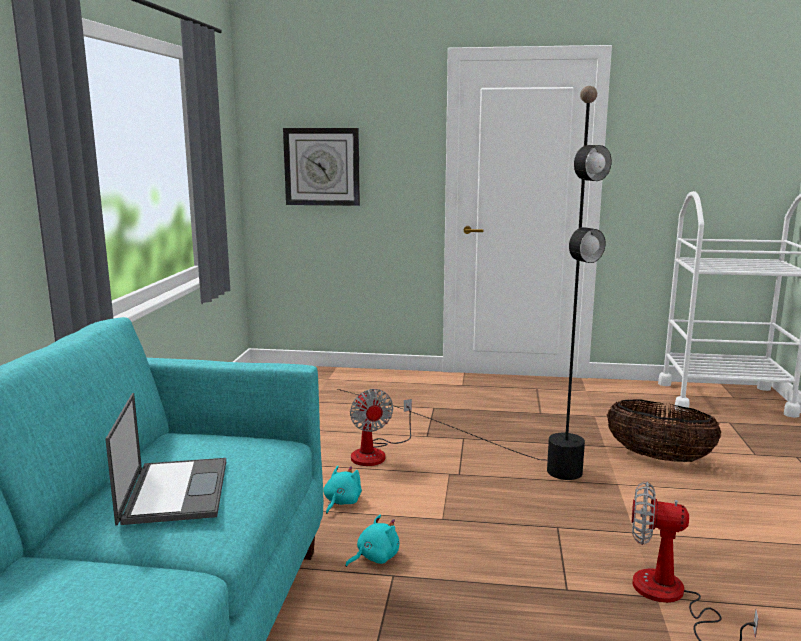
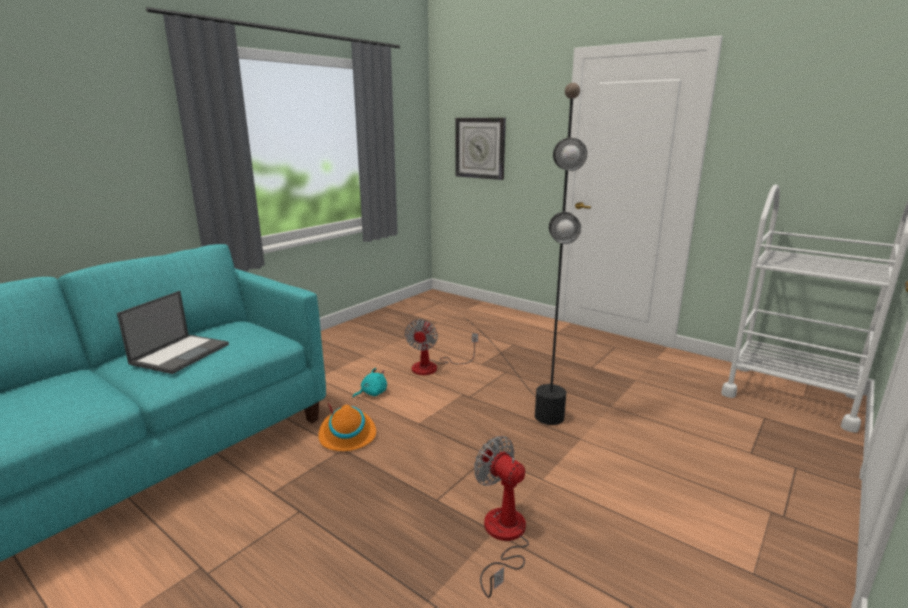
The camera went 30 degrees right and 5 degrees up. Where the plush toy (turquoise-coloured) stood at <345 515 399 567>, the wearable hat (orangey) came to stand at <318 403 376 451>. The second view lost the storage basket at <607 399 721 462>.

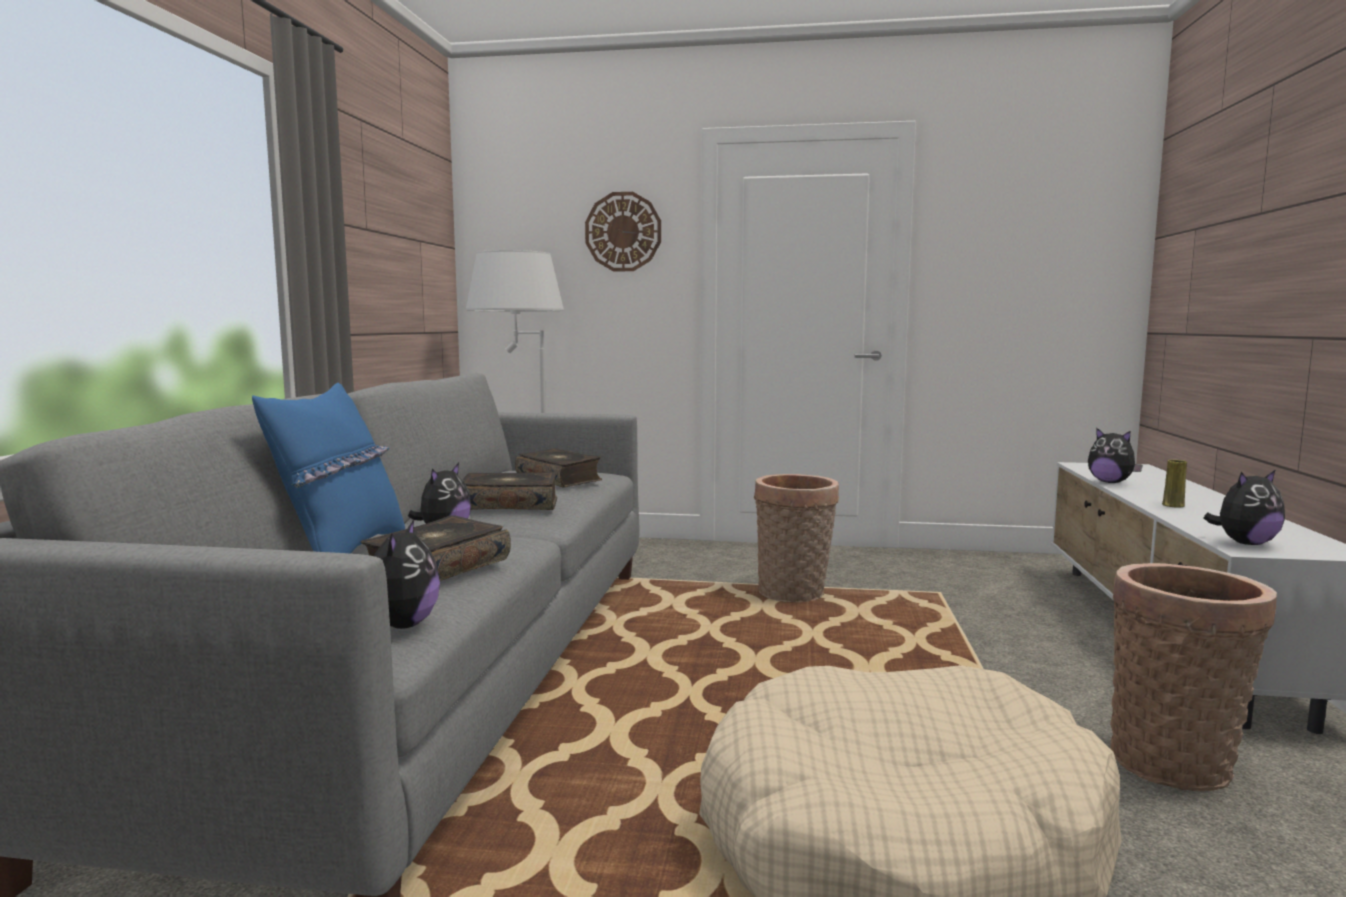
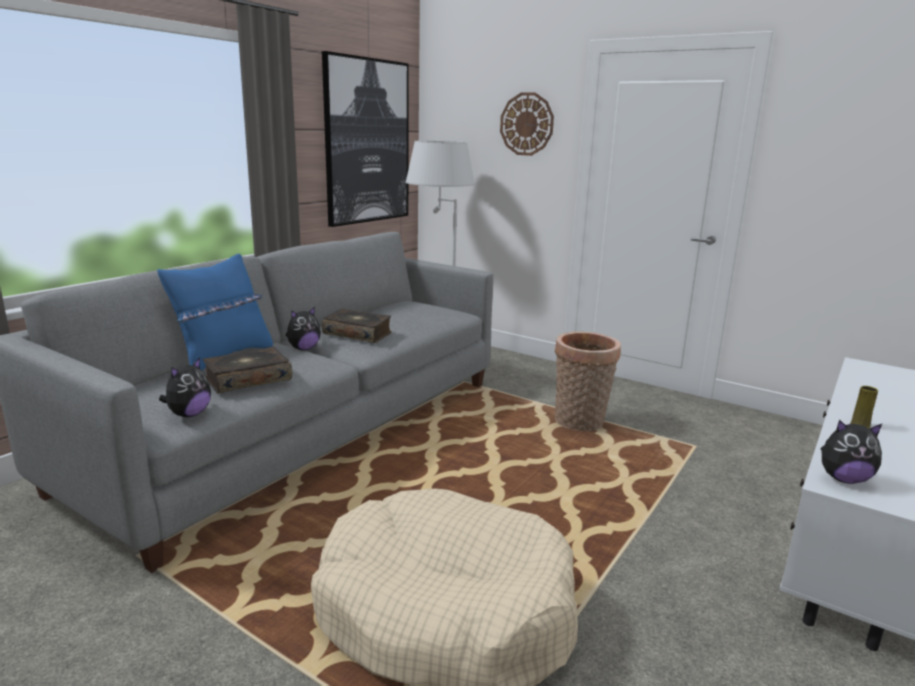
The camera went 25 degrees right and 10 degrees up. The second view lost the book at <515 448 602 487>. The second view lost the plush toy at <1088 428 1143 483>. The second view lost the storage basket at <1110 563 1277 791>. The second view gained the picture at <322 51 409 227>.

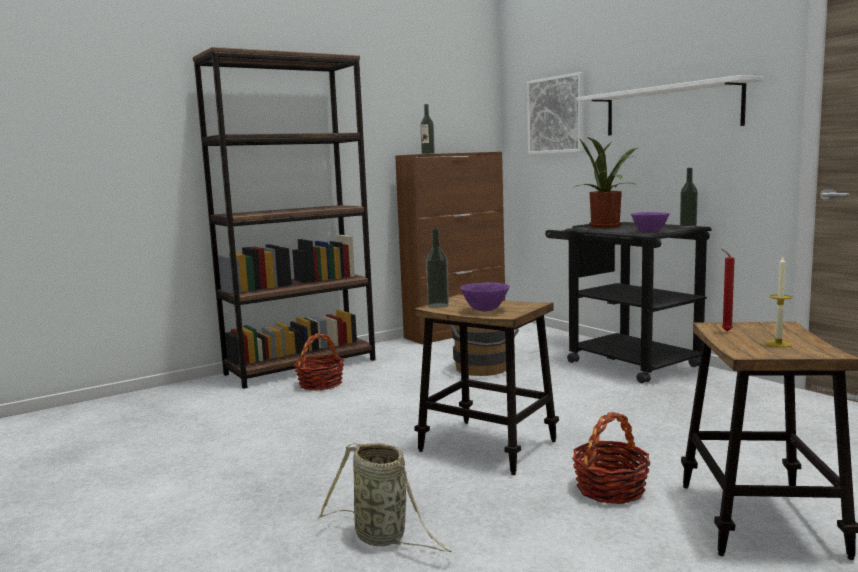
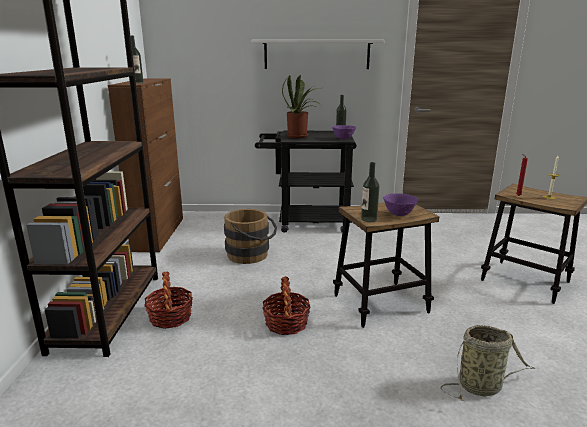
The camera went 55 degrees left and 10 degrees up. The second view lost the picture at <527 72 584 154>. The storage basket ended up elsewhere, having gone from <572 412 651 504> to <263 276 311 335>.

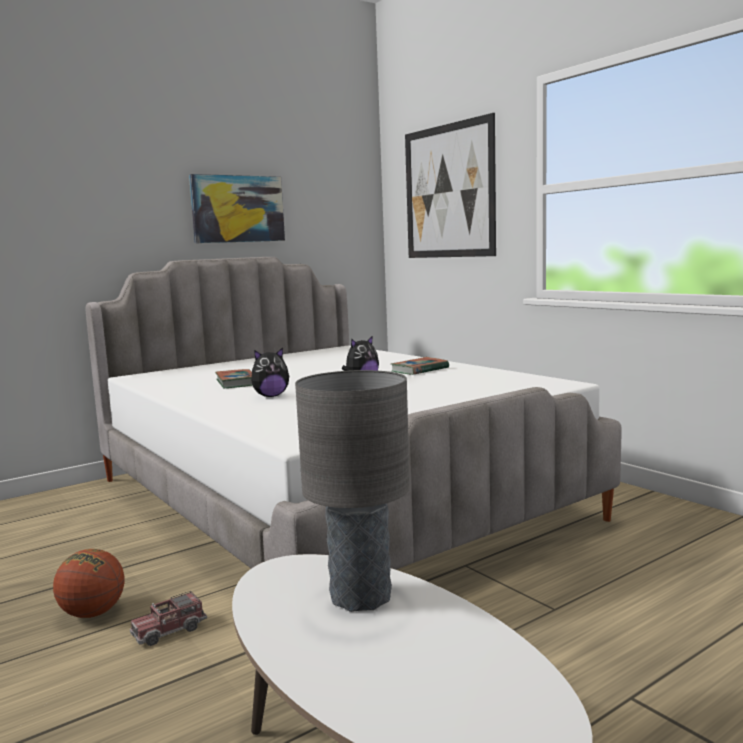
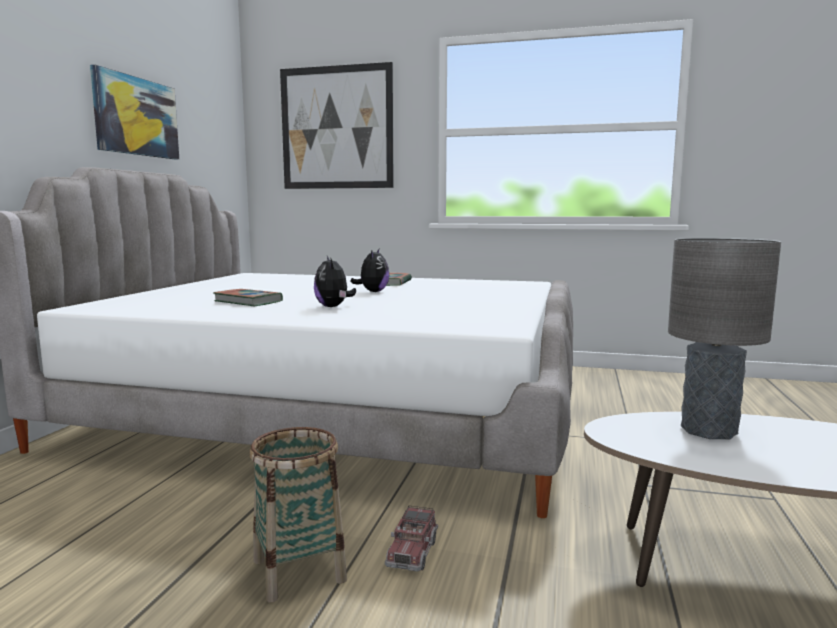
The camera went 40 degrees left and 0 degrees up. Where the basketball stood at <53 549 125 618>, the storage basket came to stand at <250 427 347 602>. The plush toy at <251 348 289 397> ended up facing another way, 135 degrees clockwise from before.

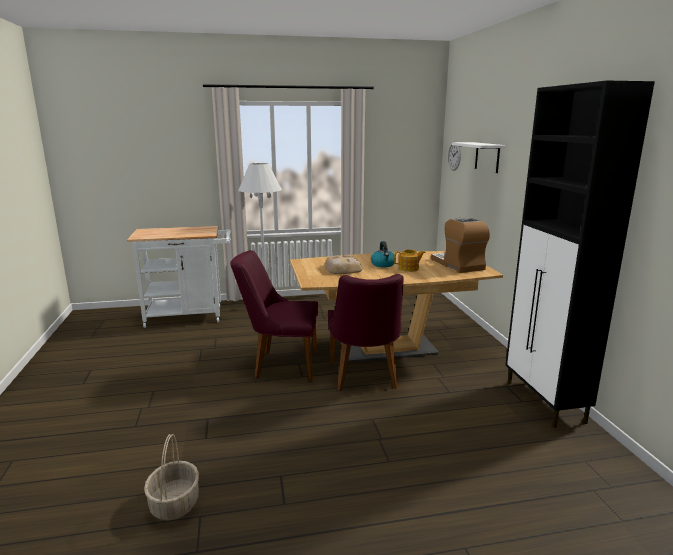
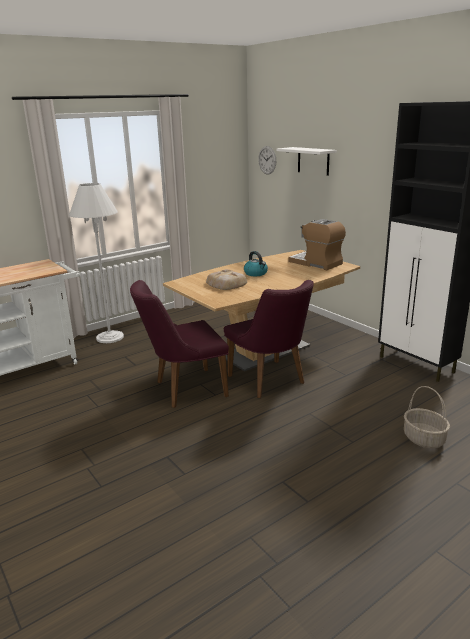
The camera went 25 degrees left and 5 degrees up. The storage basket ended up elsewhere, having gone from <144 434 199 521> to <404 386 450 448>. The second view lost the tea pot at <394 250 425 272>.

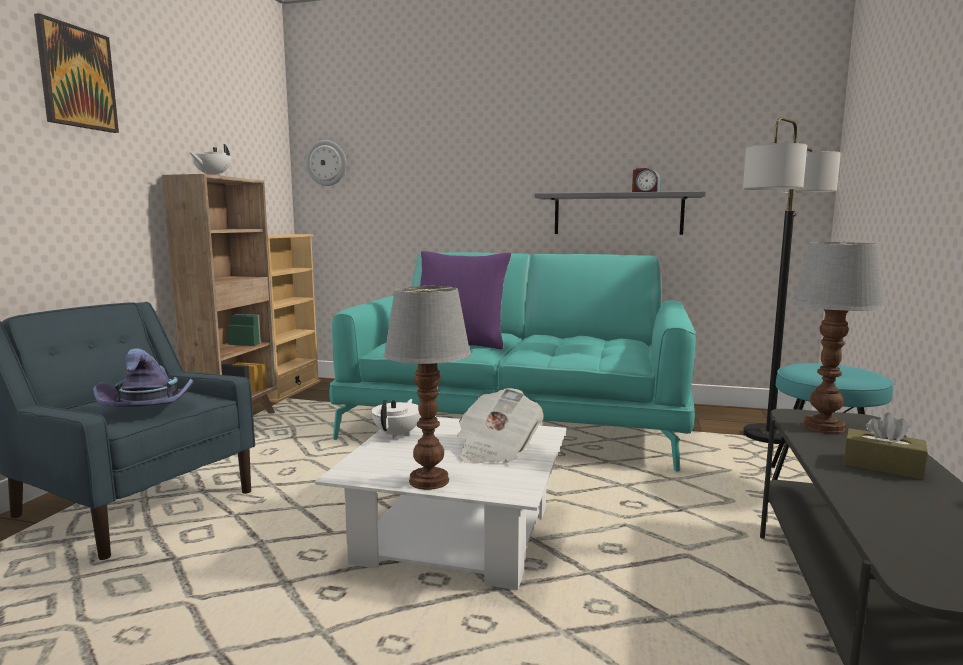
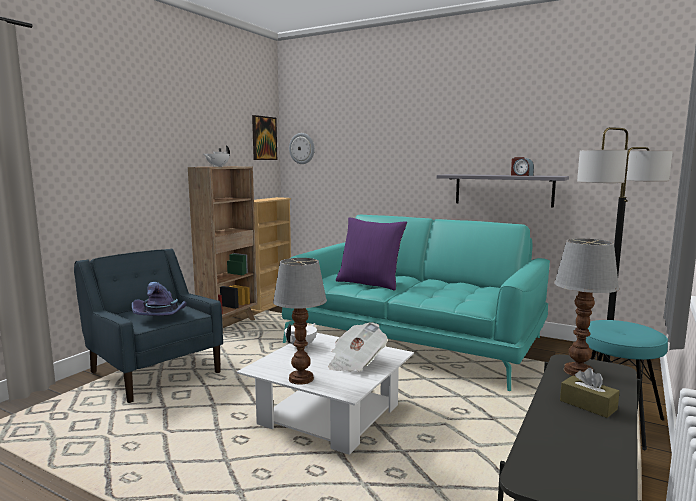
The camera went 15 degrees right and 0 degrees up. The picture ended up elsewhere, having gone from <34 13 119 133> to <252 115 277 160>.

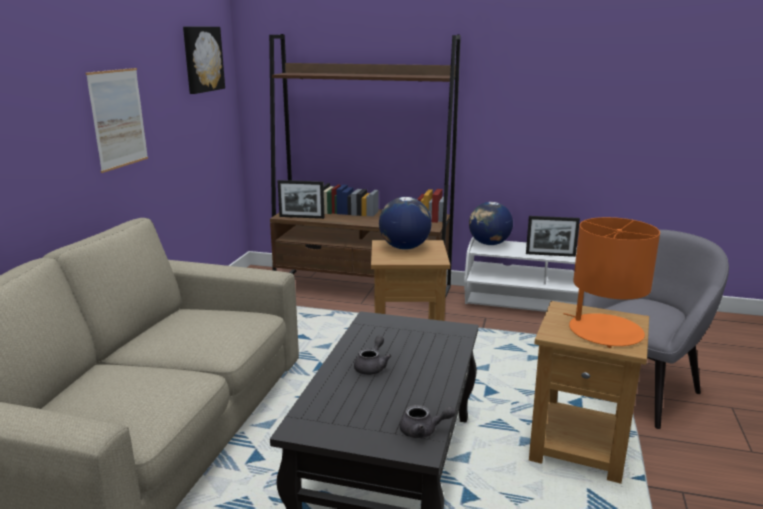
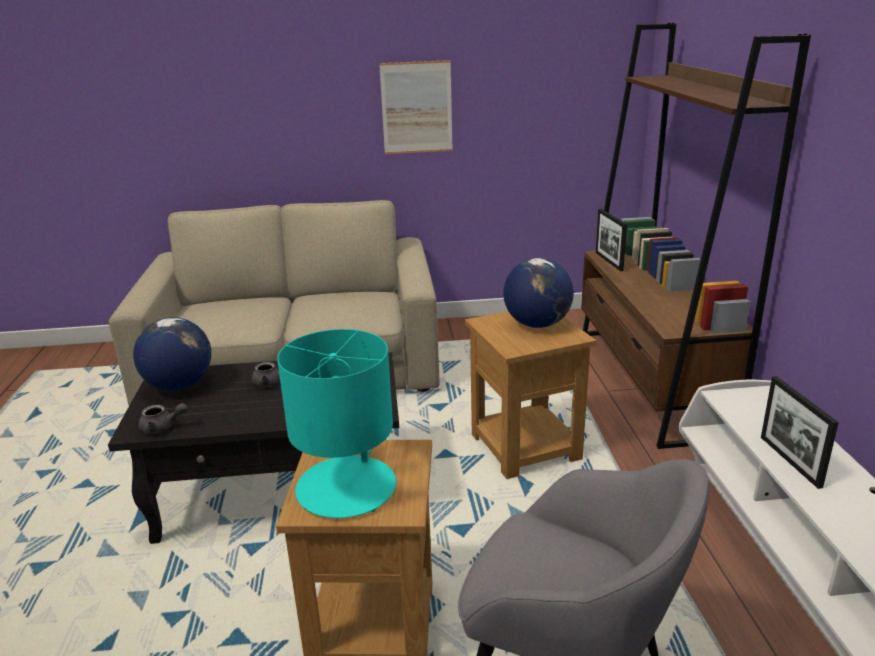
The camera went 70 degrees right and 5 degrees up. The second view lost the picture at <183 27 225 94>. The tea pot (gray) at <400 405 455 438> ended up facing another way, 75 degrees counterclockwise from before. The world globe ended up elsewhere, having gone from <469 202 513 245> to <133 317 211 391>. What was the lamp for a table (orangey) at <564 217 660 348> turned into the lamp for a table (turquoise-coloured) at <277 329 396 518>.

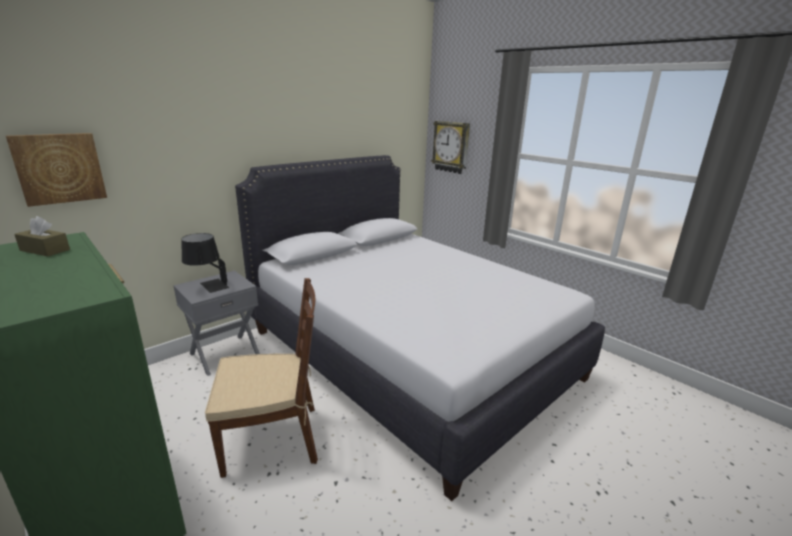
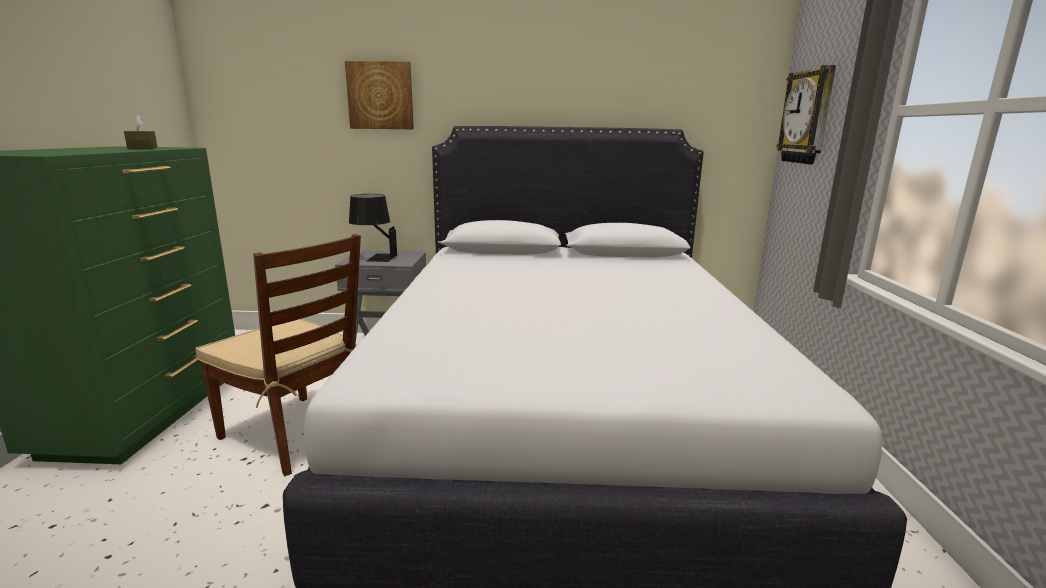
The camera went 45 degrees right and 5 degrees down. The picture ended up elsewhere, having gone from <6 133 107 207> to <345 61 414 129>.

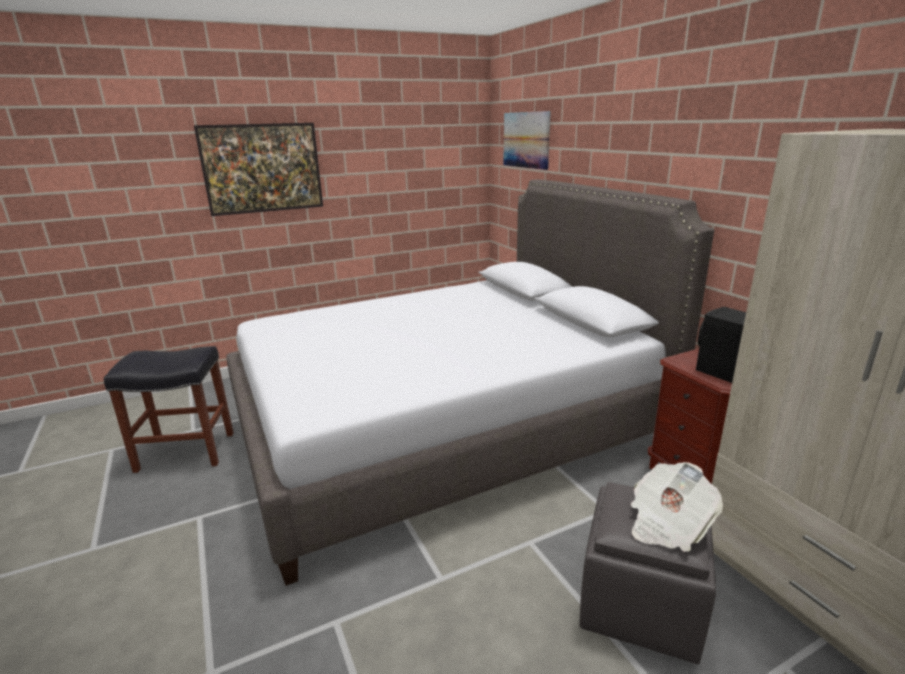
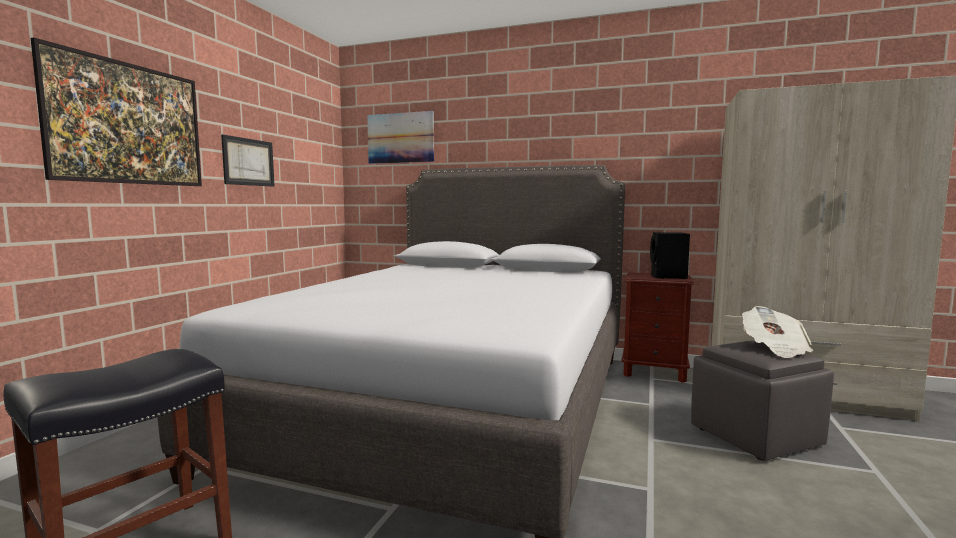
The camera went 45 degrees left and 15 degrees down. The second view gained the picture at <221 135 274 187>.

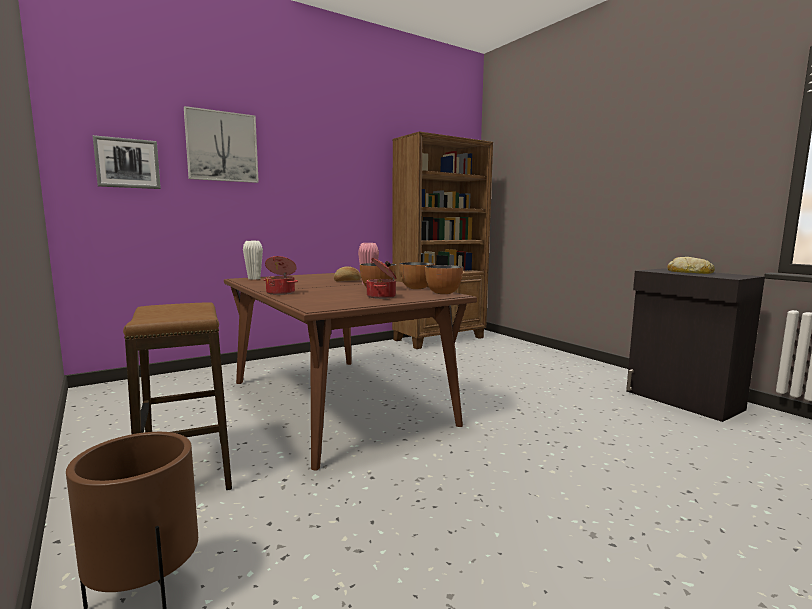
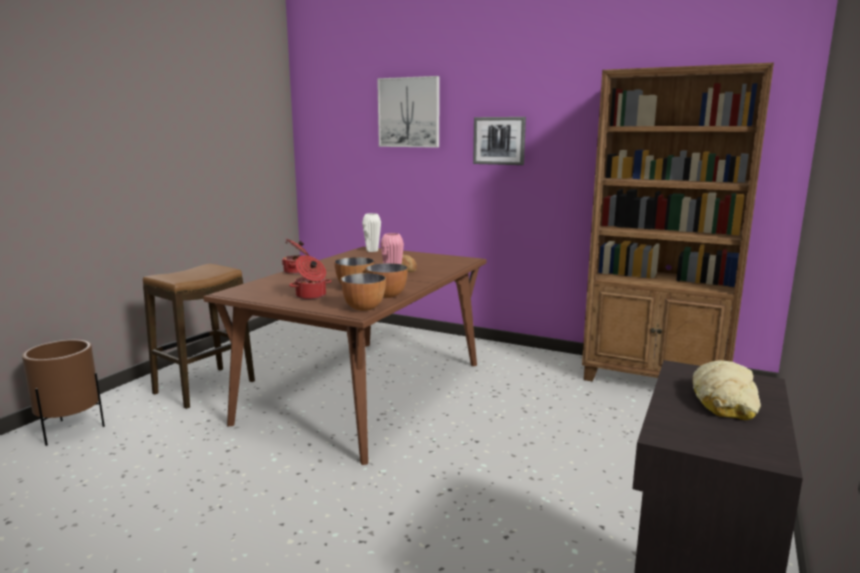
The camera went 60 degrees right and 5 degrees up. The picture ended up elsewhere, having gone from <93 135 161 189> to <473 117 526 165>.

